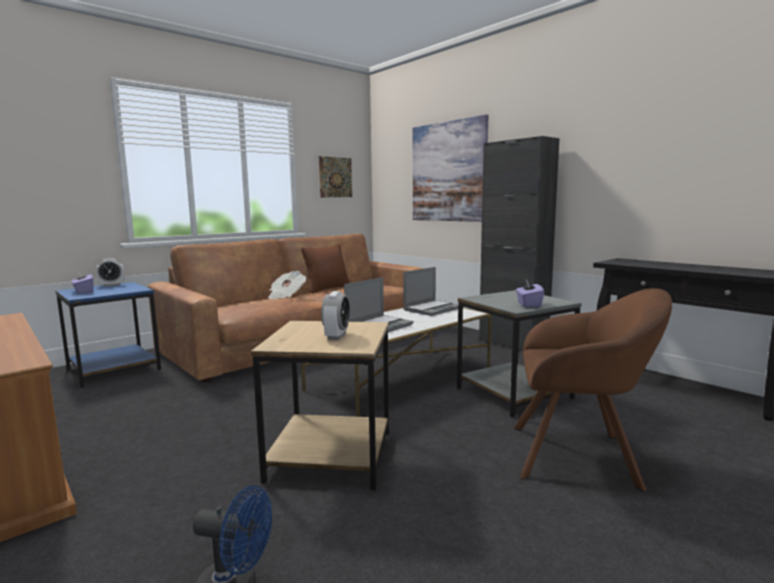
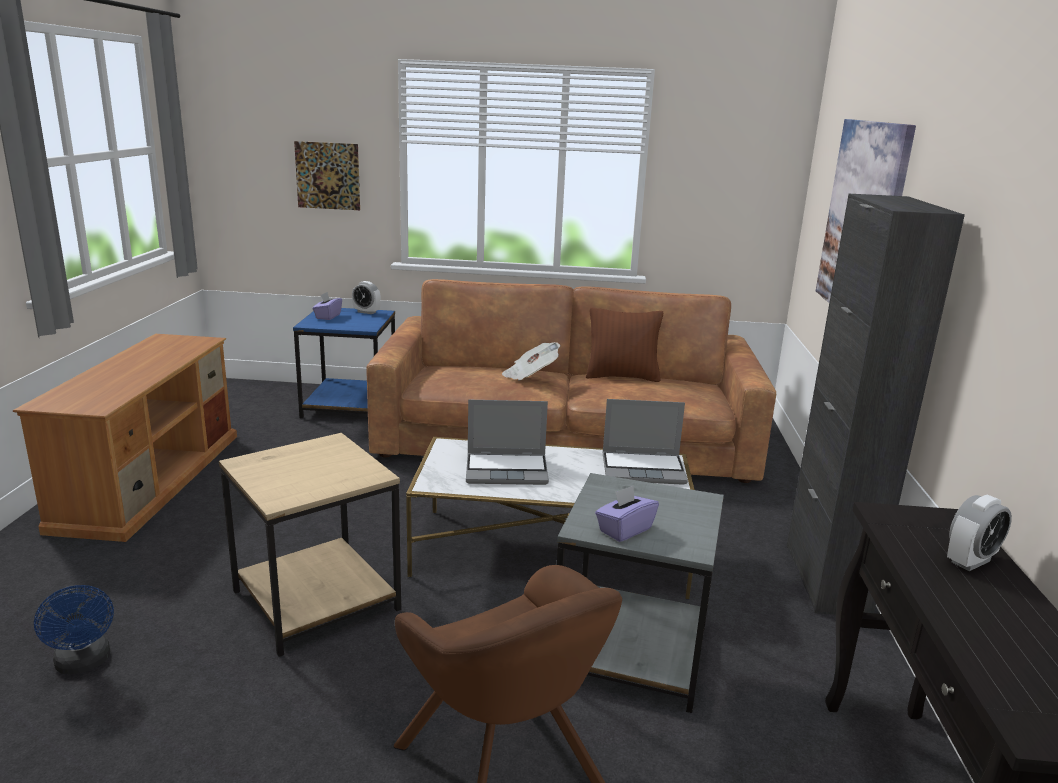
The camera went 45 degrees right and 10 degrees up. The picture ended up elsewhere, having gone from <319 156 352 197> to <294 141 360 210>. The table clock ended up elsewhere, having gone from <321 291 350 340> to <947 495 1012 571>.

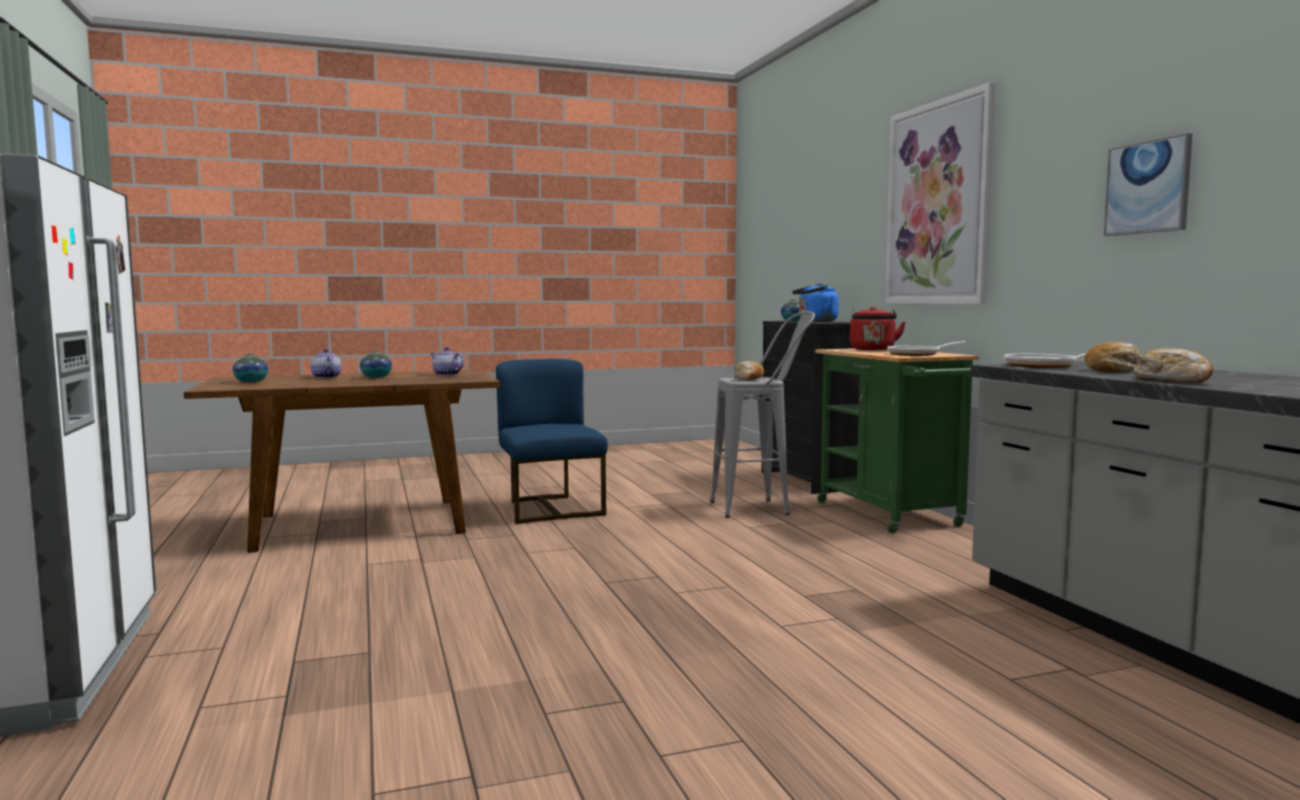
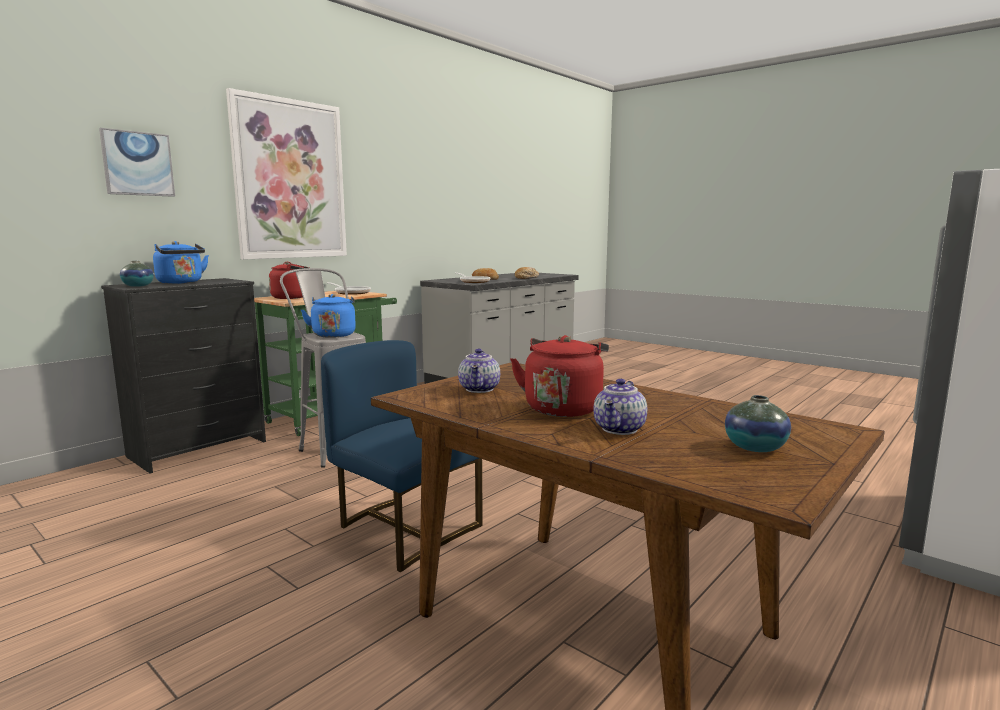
The camera went 120 degrees left and 5 degrees up. Where the decorative vase stood at <360 351 392 378>, the tea kettle (red) came to stand at <510 335 609 417>. The plain chair (blue-coloured) at <496 359 608 524> ended up facing another way, 90 degrees clockwise from before. Where the bread stood at <734 361 764 380>, the tea kettle (blue-coloured) came to stand at <301 294 356 338>. The picture ended up elsewhere, having gone from <1104 133 1192 236> to <99 128 175 197>.

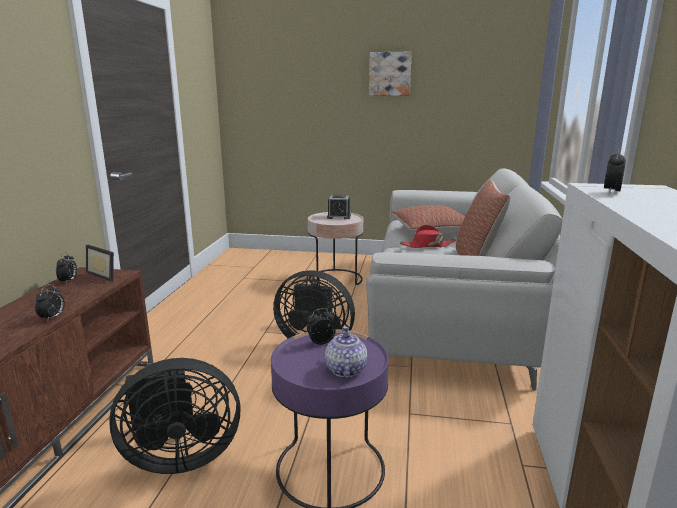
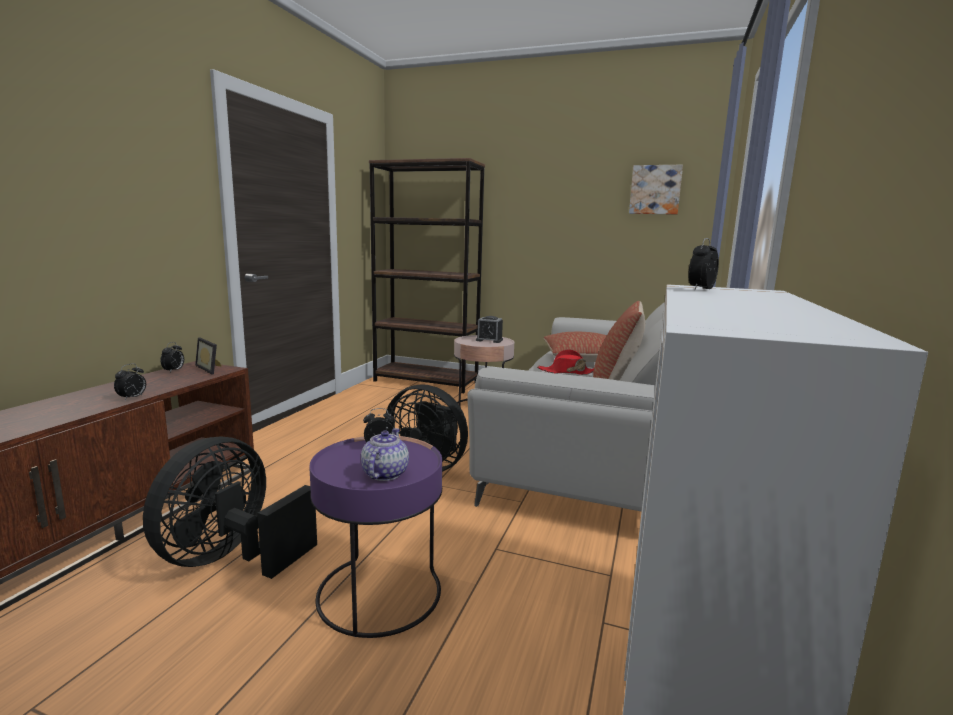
The camera went 10 degrees right and 5 degrees down. The cooling fan (blackish) at <109 358 241 474> ended up facing another way, 120 degrees clockwise from before. The picture ended up elsewhere, having gone from <369 52 412 96> to <629 165 683 215>. The second view gained the bookshelf (brown-coloured) at <369 158 485 393>.

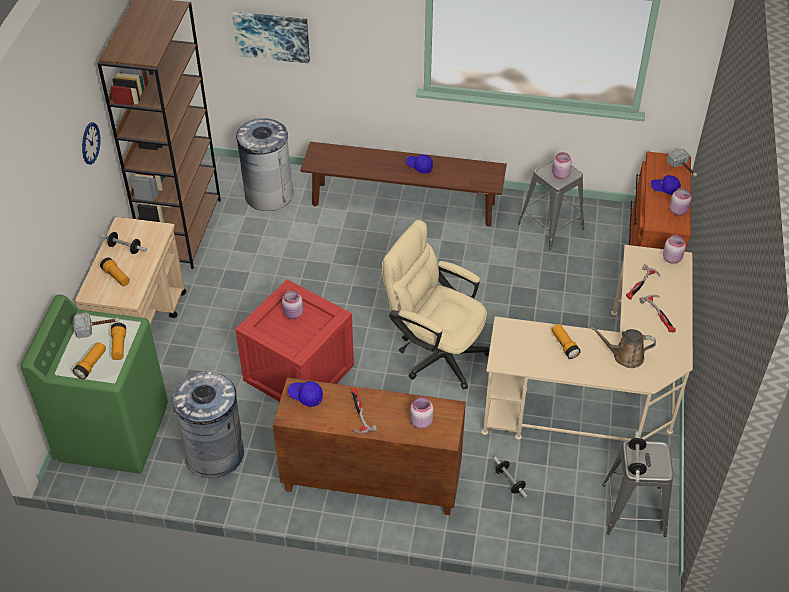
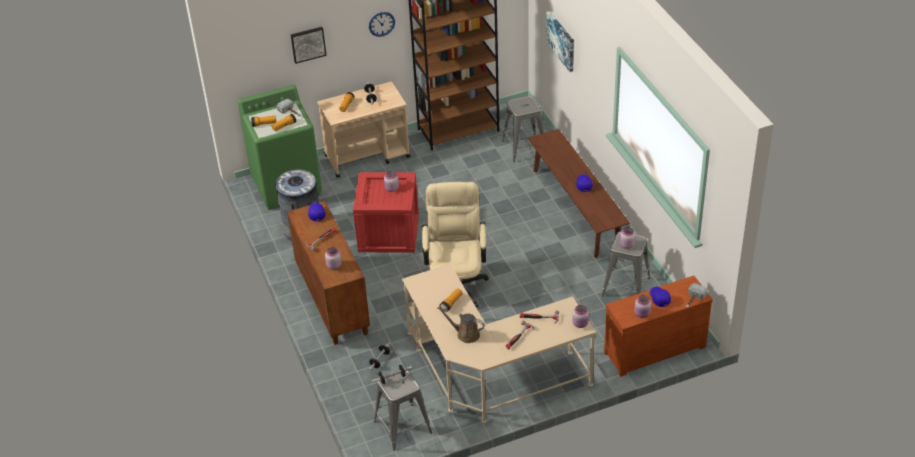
The camera went 60 degrees right and 5 degrees down. Where the trash can (gray) stood at <236 118 294 211>, the stool seat (gray) came to stand at <502 96 544 162>. The watering pot (brown-coloured) at <590 327 656 368> ended up facing another way, 45 degrees counterclockwise from before. The second view gained the picture at <291 27 327 64>.

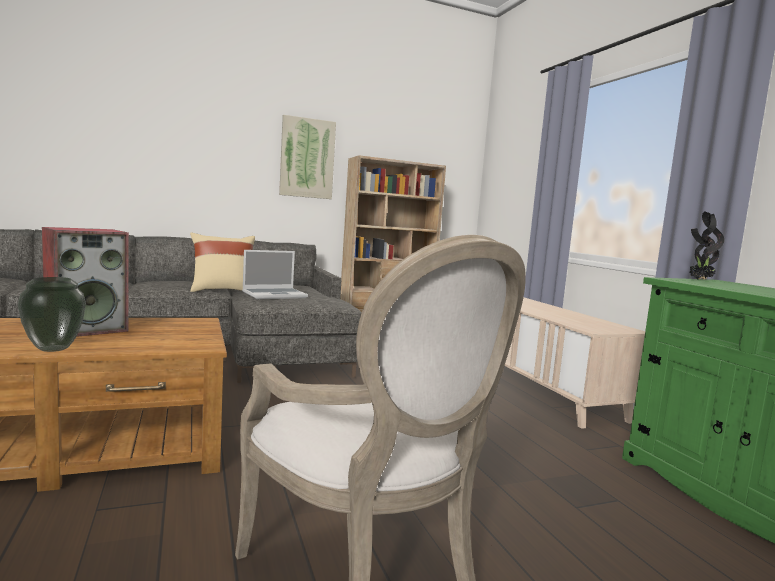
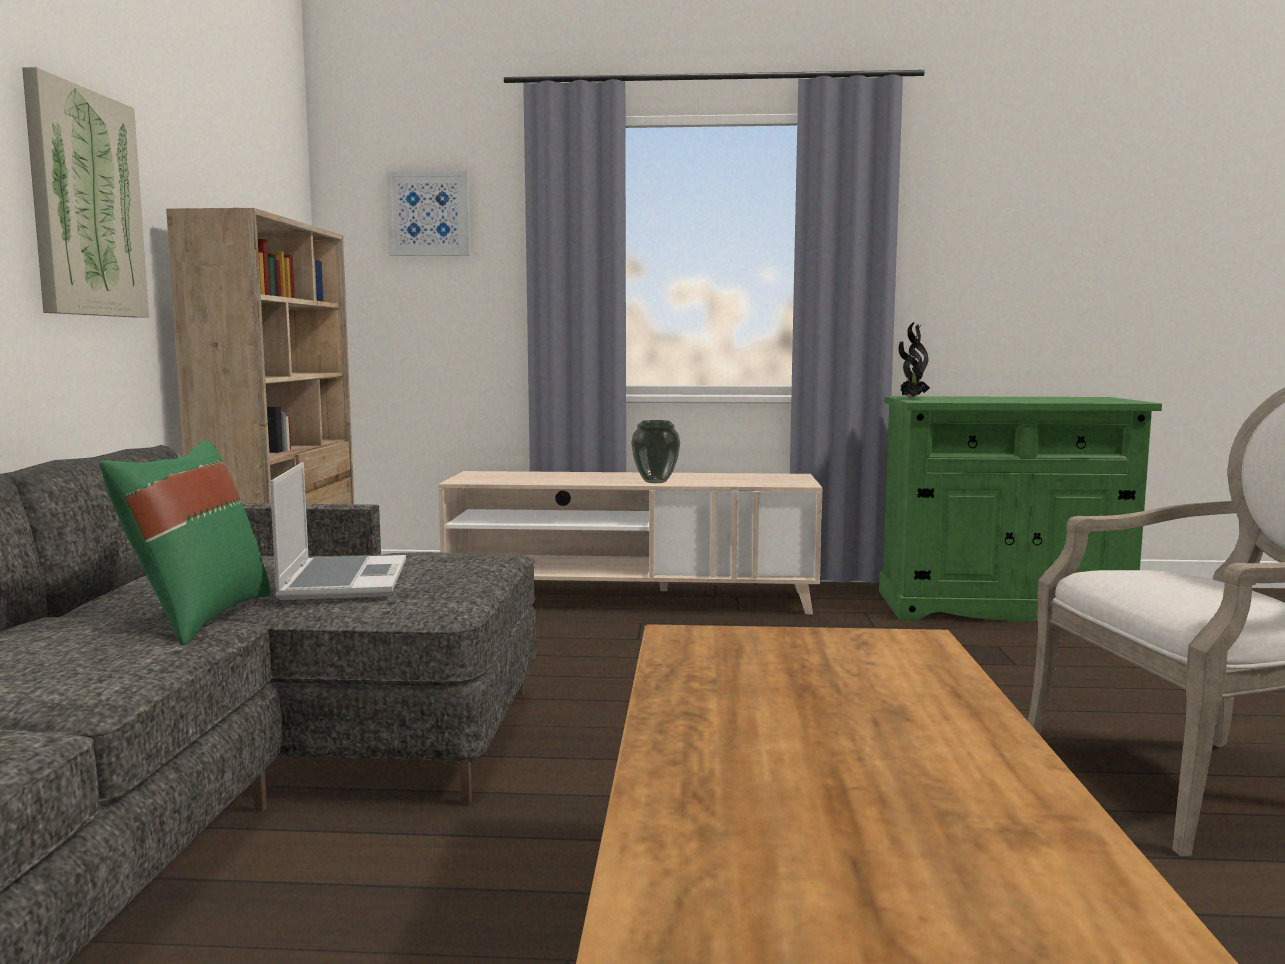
The camera went 65 degrees left and 0 degrees up. The decorative vase ended up elsewhere, having gone from <18 277 86 352> to <631 420 680 483>. The second view lost the audio speaker at <42 227 129 337>. What was the cushion (sand-coloured) at <190 232 255 292> turned into the cushion (greenish) at <99 440 271 645>. The second view gained the picture at <386 171 471 256>.

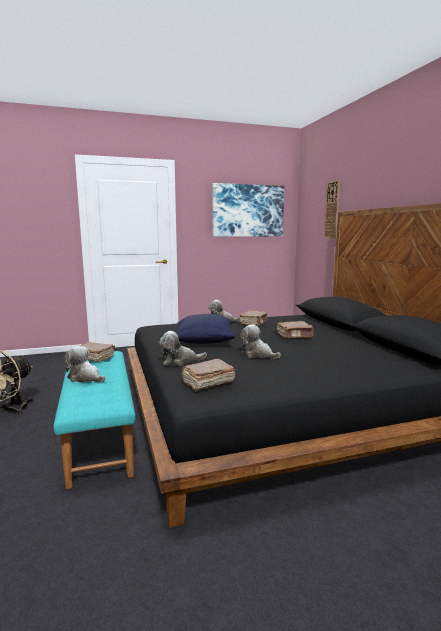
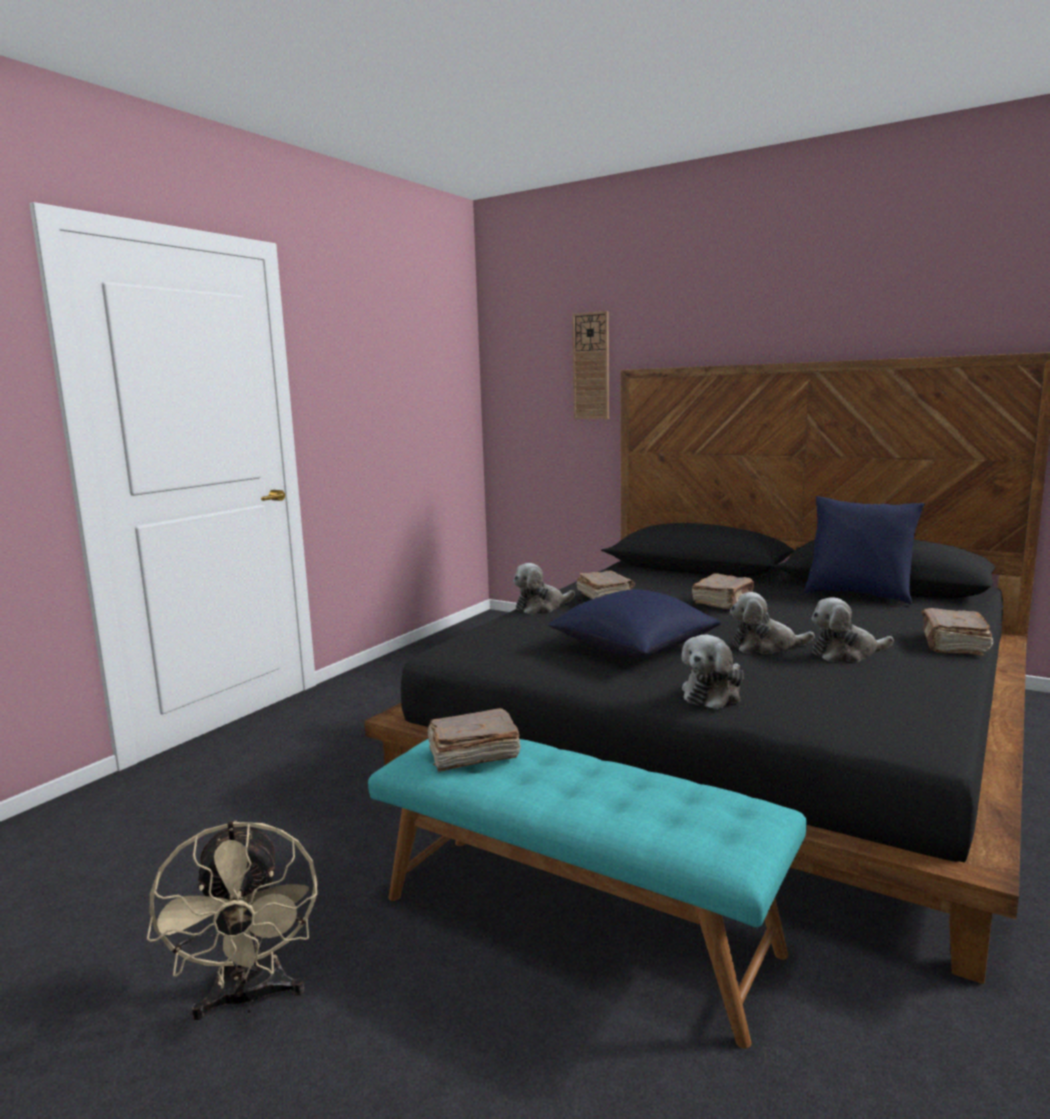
The camera went 40 degrees left and 0 degrees up. The plush toy ended up elsewhere, having gone from <64 346 105 382> to <811 597 894 662>. The book (brown-coloured) ended up elsewhere, having gone from <181 359 235 392> to <921 608 993 656>. The second view lost the picture at <212 183 284 237>. The second view gained the cushion (blue-coloured) at <804 496 925 604>.

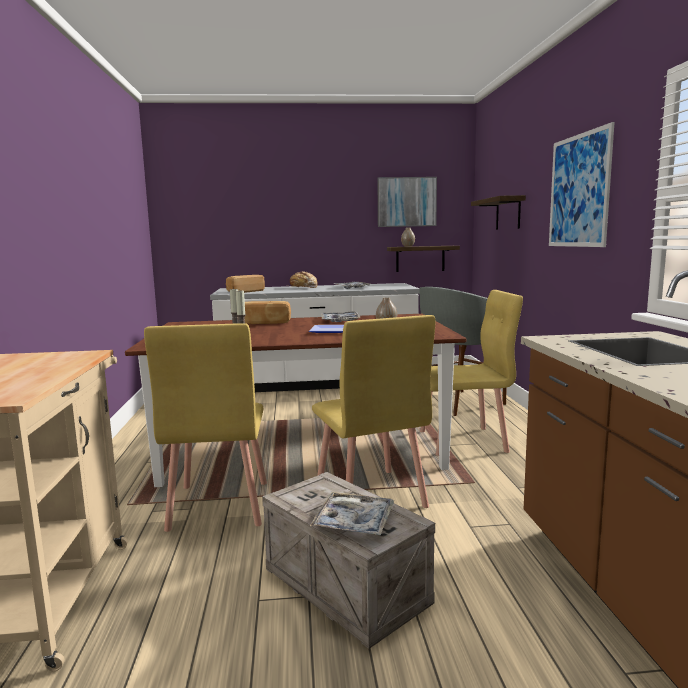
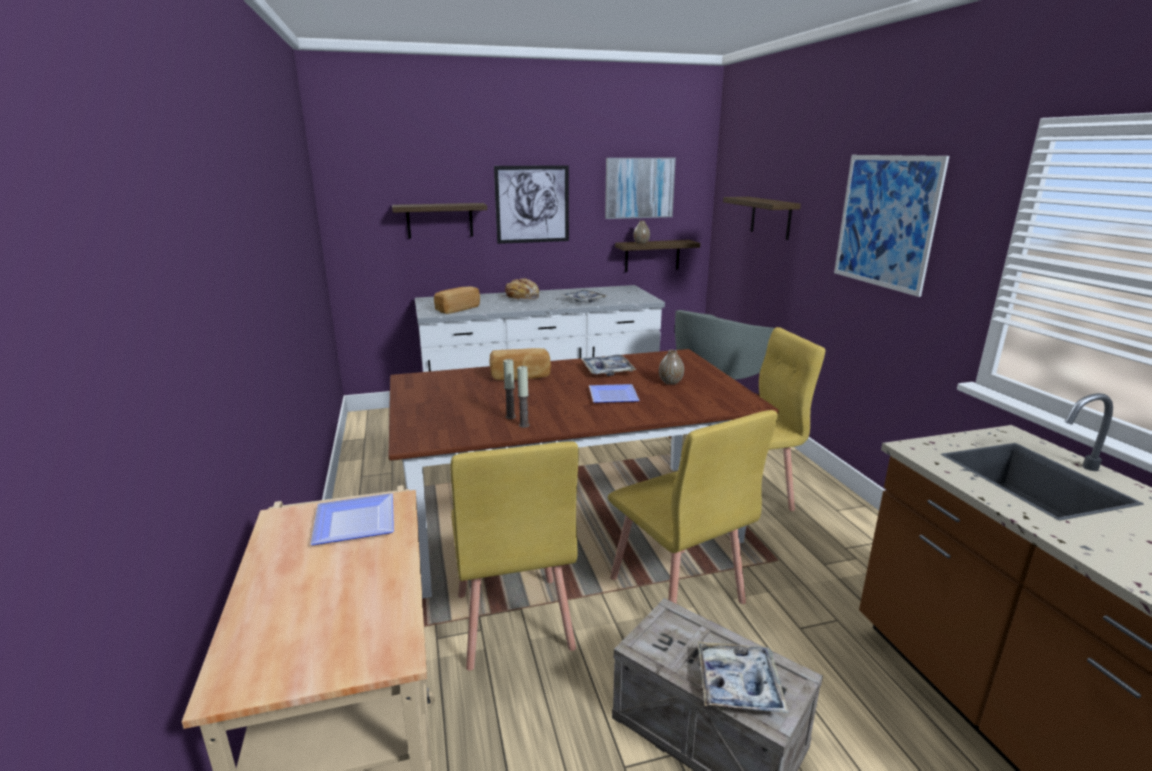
The camera went 10 degrees left and 10 degrees up. The second view gained the dinner plate at <310 493 394 545>. The second view gained the wall shelf at <392 203 487 239>. The second view gained the picture at <494 165 569 244>.

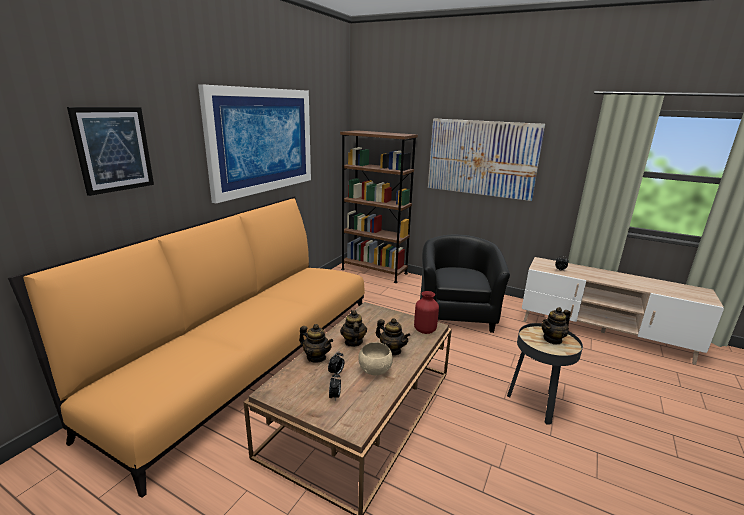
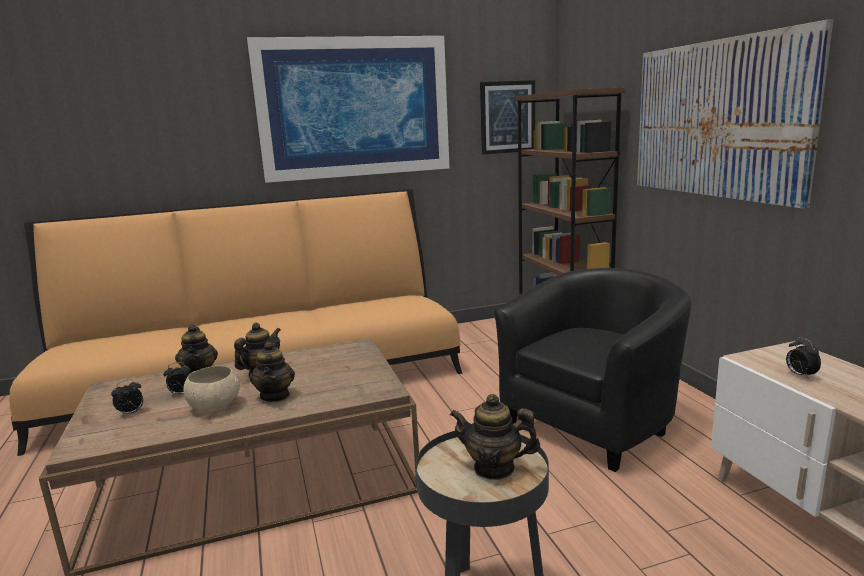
The camera went 45 degrees right and 5 degrees down. The picture ended up elsewhere, having gone from <67 107 154 196> to <480 80 535 154>. The second view lost the decorative vase (red) at <414 291 439 334>.

